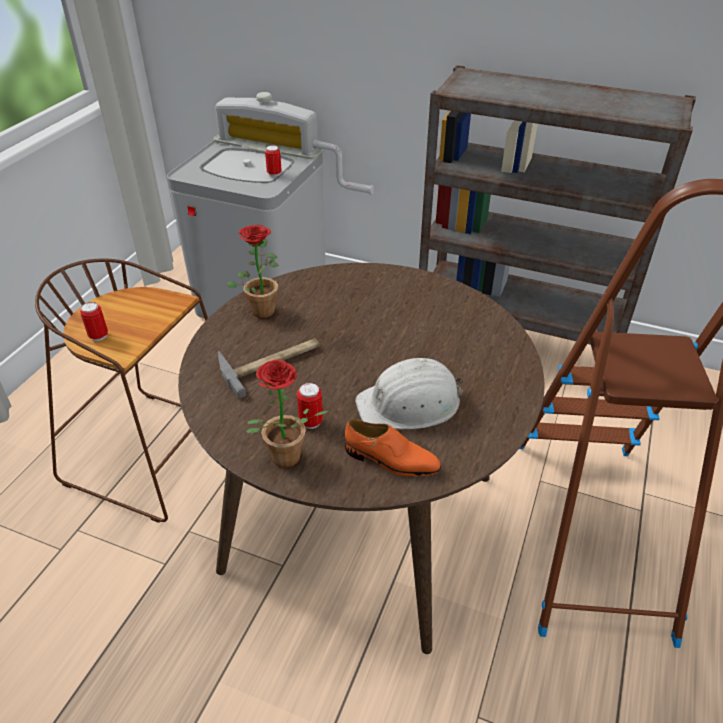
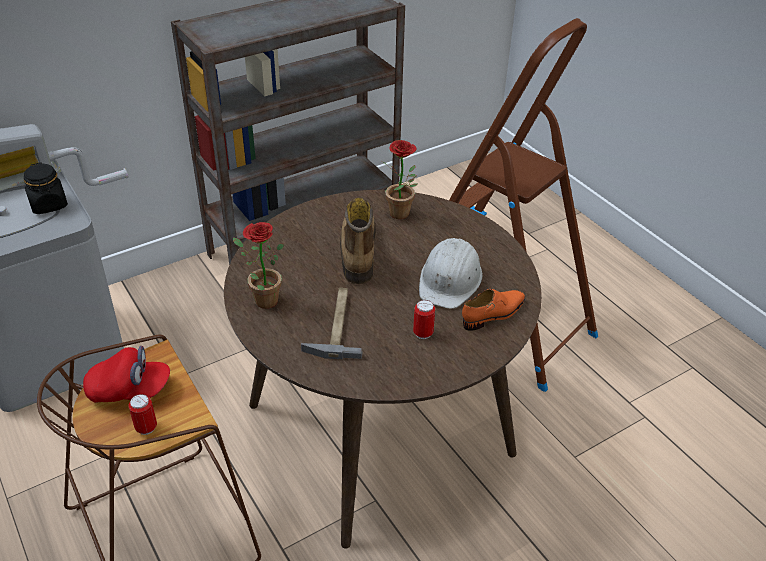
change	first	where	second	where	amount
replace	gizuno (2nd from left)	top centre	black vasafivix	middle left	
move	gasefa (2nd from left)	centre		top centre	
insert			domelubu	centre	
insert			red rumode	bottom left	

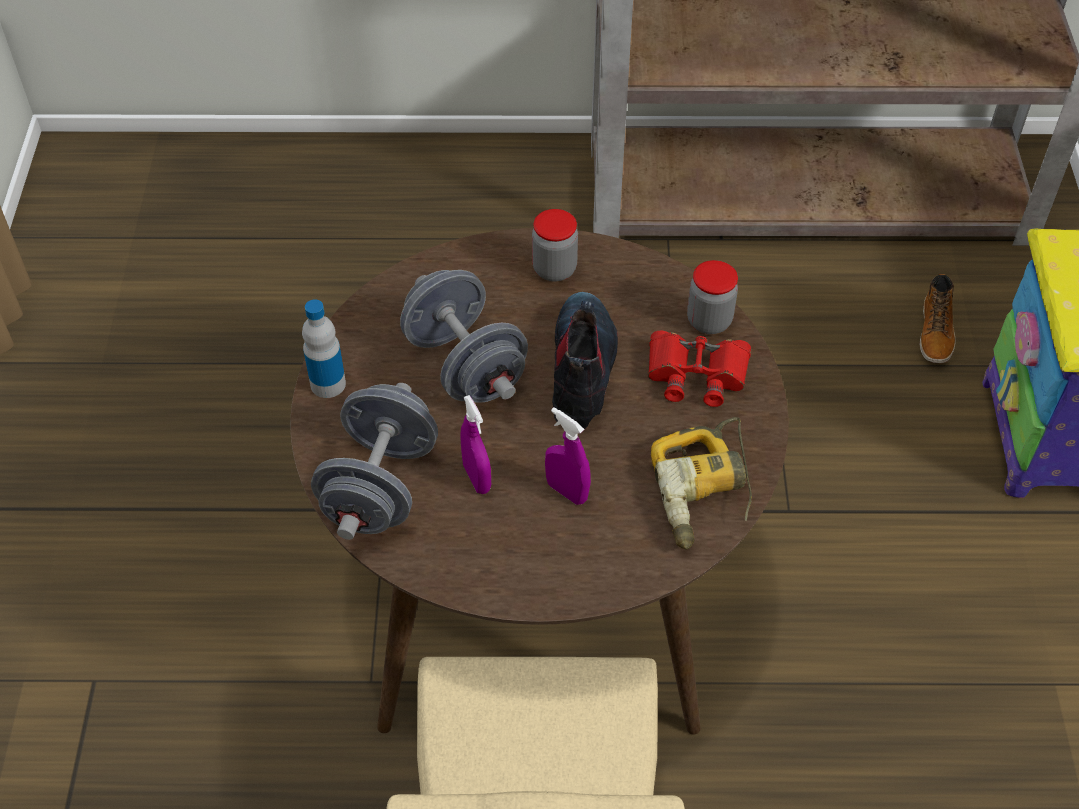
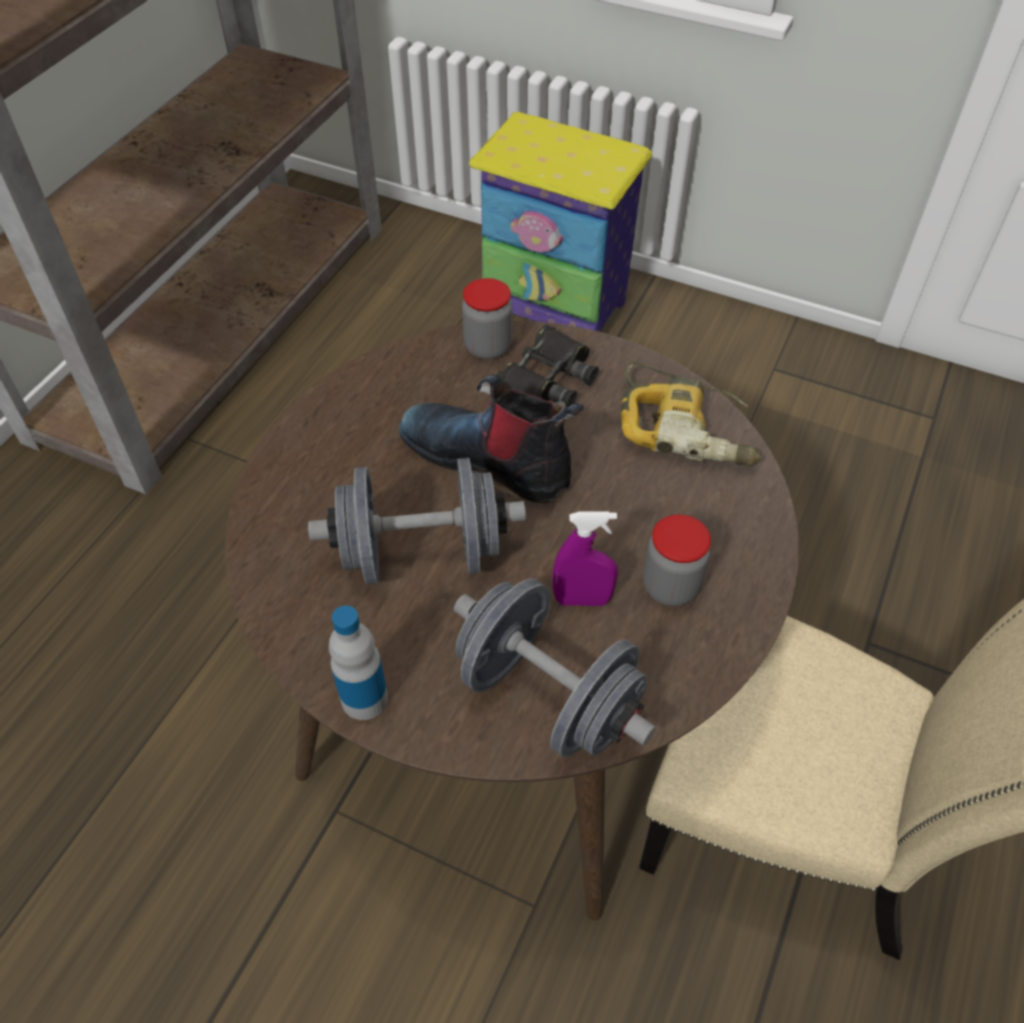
change	first	where	second	where	amount
move	vasafivix (1st from left in the first image)	top centre	vasafivix (2nd from left)	centre	
delete	domelubu (2nd from left)	middle right			
recolor	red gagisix	centre	black gagisix	centre	
delete	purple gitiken (2nd from left)	centre			

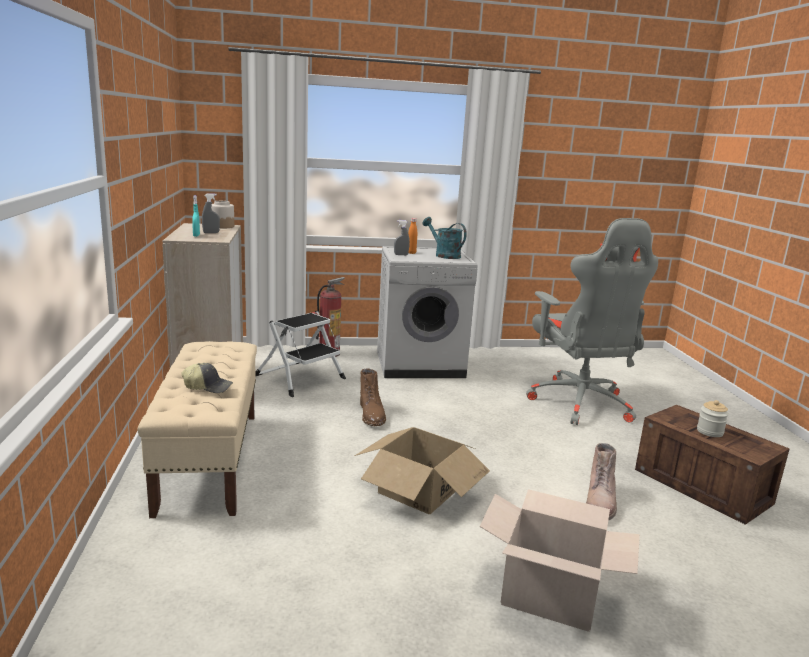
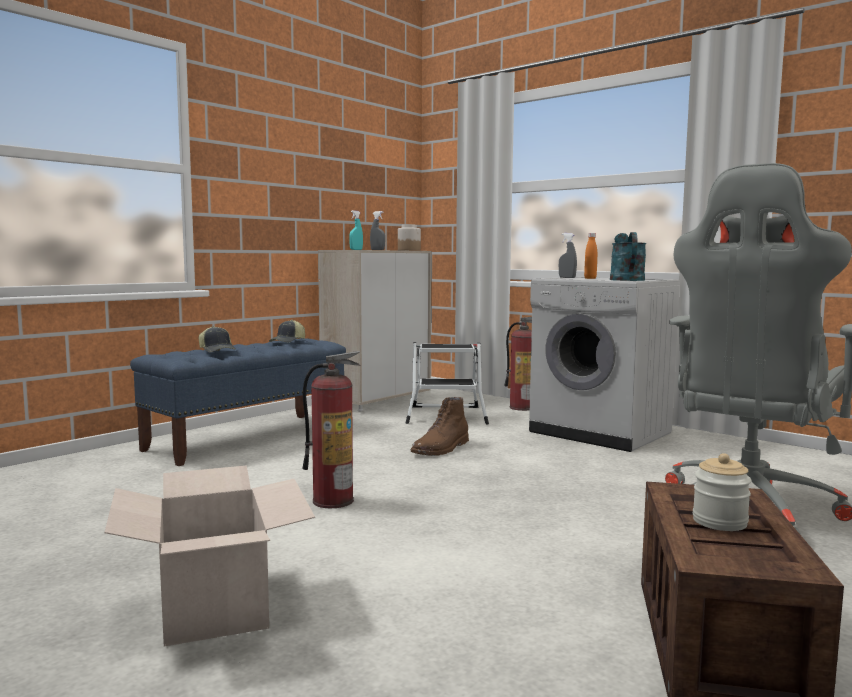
change	first	where	second	where	amount
recolor	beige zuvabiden	middle left	blue zuvabiden	middle left	
replace	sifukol (1st from left)	bottom centre	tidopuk (1st from left)	centre	
delete	brown domelubu (2nd from left)	bottom right			
insert			rumode (2nd from left)	centre	

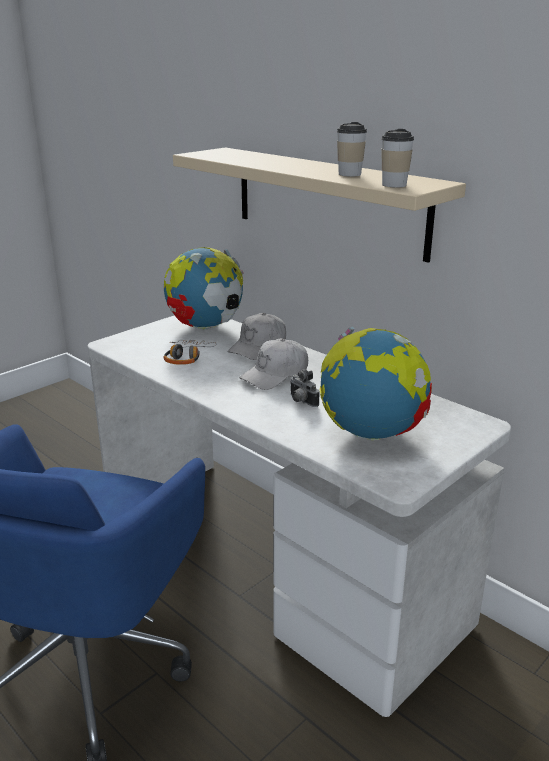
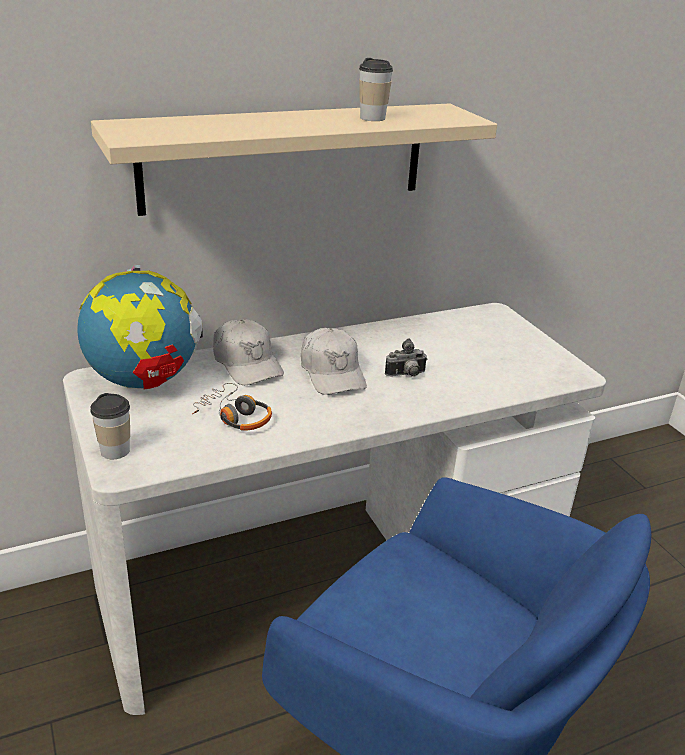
change	first	where	second	where	amount
move	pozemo (2nd from left in the first image)	top right	pozemo (1st from left)	middle left	
delete	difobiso (2nd from left)	middle right			

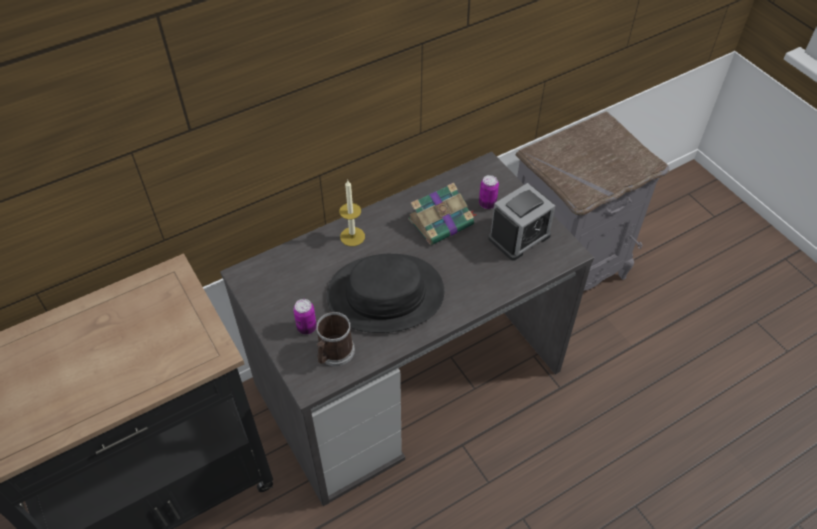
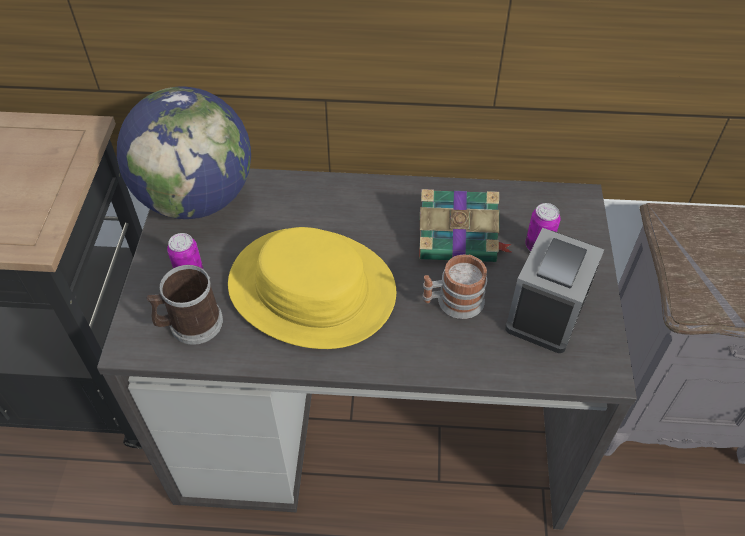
change	first	where	second	where	amount
delete	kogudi	centre			
rotate	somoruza	centre		middle right	120 degrees clockwise
recolor	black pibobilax	centre	yellow pibobilax	centre	
insert			difobiso	top left	
insert			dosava (2nd from left)	centre	

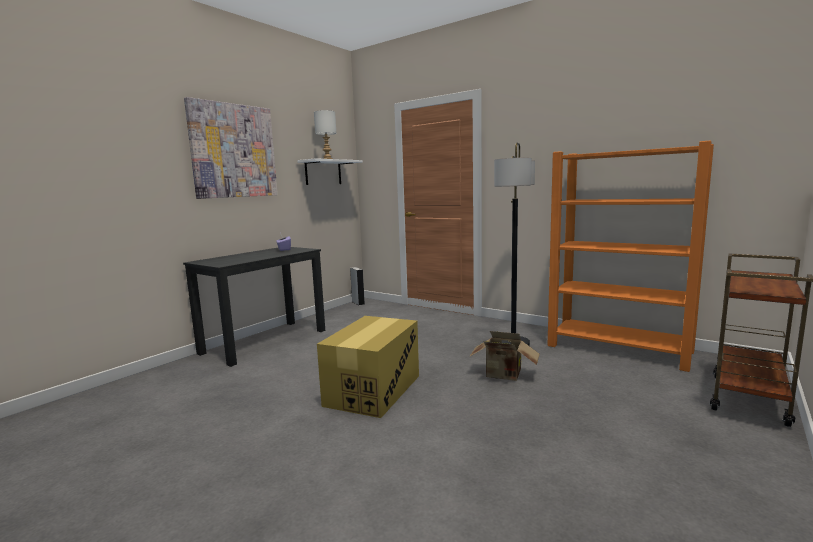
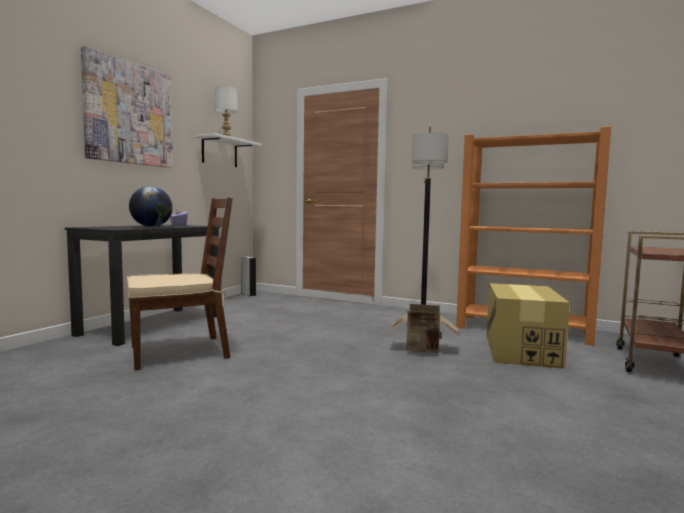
change	first	where	second	where	amount
move	sifukol (1st from left in the first image)	bottom centre	sifukol (2nd from left)	middle right	
insert			difobiso	middle left	
insert			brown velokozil	middle left	

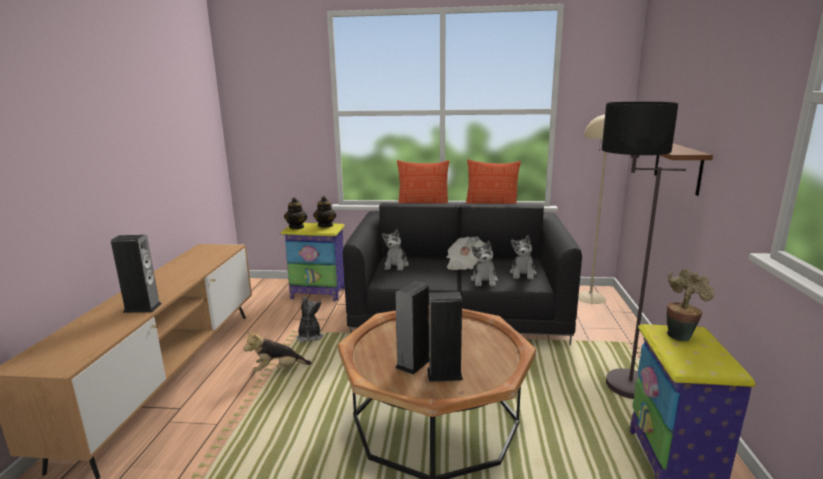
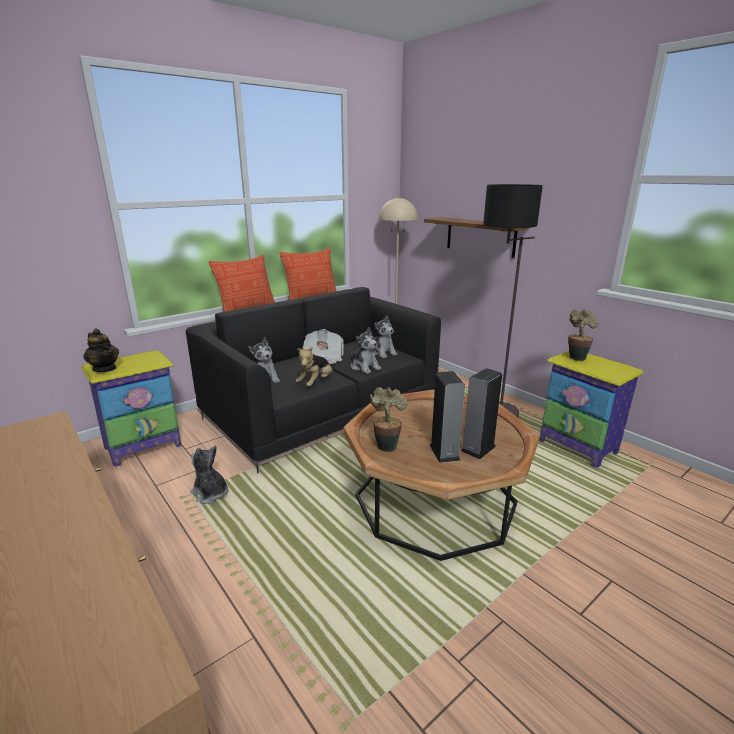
change	first	where	second	where	amount
delete	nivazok (2nd from left)	centre			
delete	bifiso (1st from left)	middle left			
move	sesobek (1st from left in the first image)	bottom centre	sesobek (3rd from left)	centre	
insert			gasefa (1st from left)	centre	

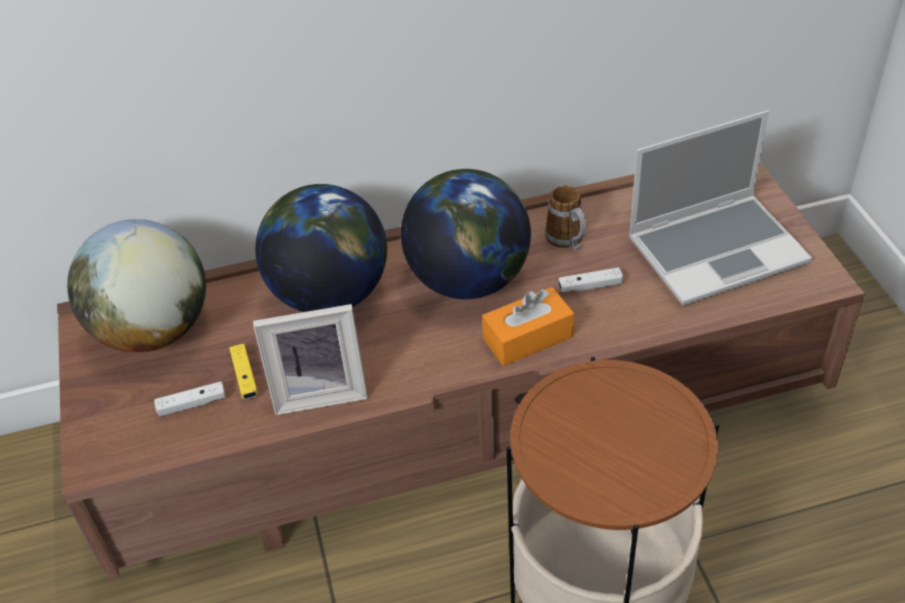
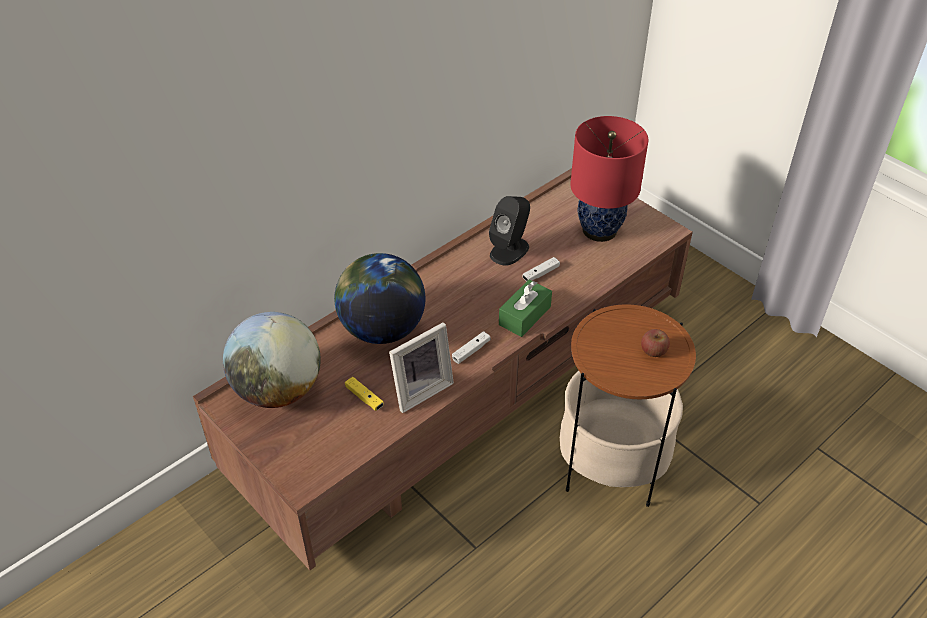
change	first	where	second	where	amount
replace	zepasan	middle right	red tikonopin	top centre	
delete	difobiso (3rd from left)	centre			
replace	dosava	centre	black bifiso	centre	
recolor	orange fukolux	centre	green fukolux	centre	
move	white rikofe (1st from left)	middle left		centre	
insert			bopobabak	middle right	

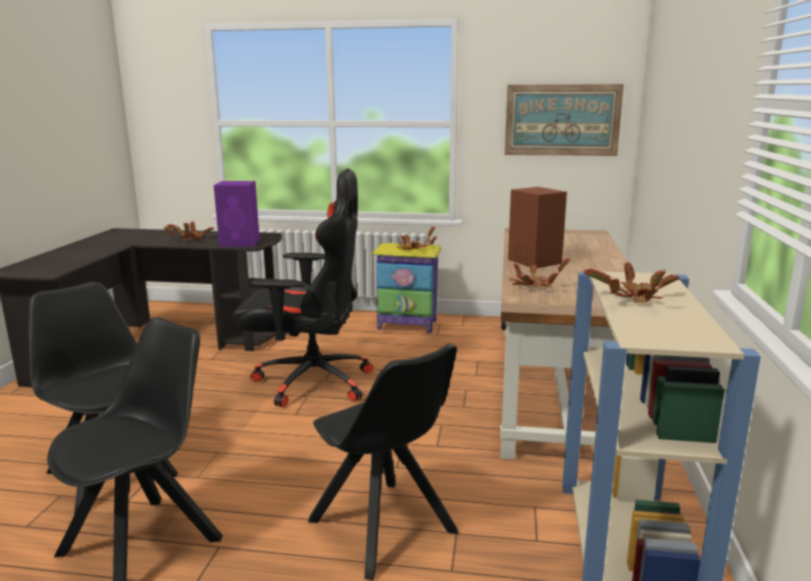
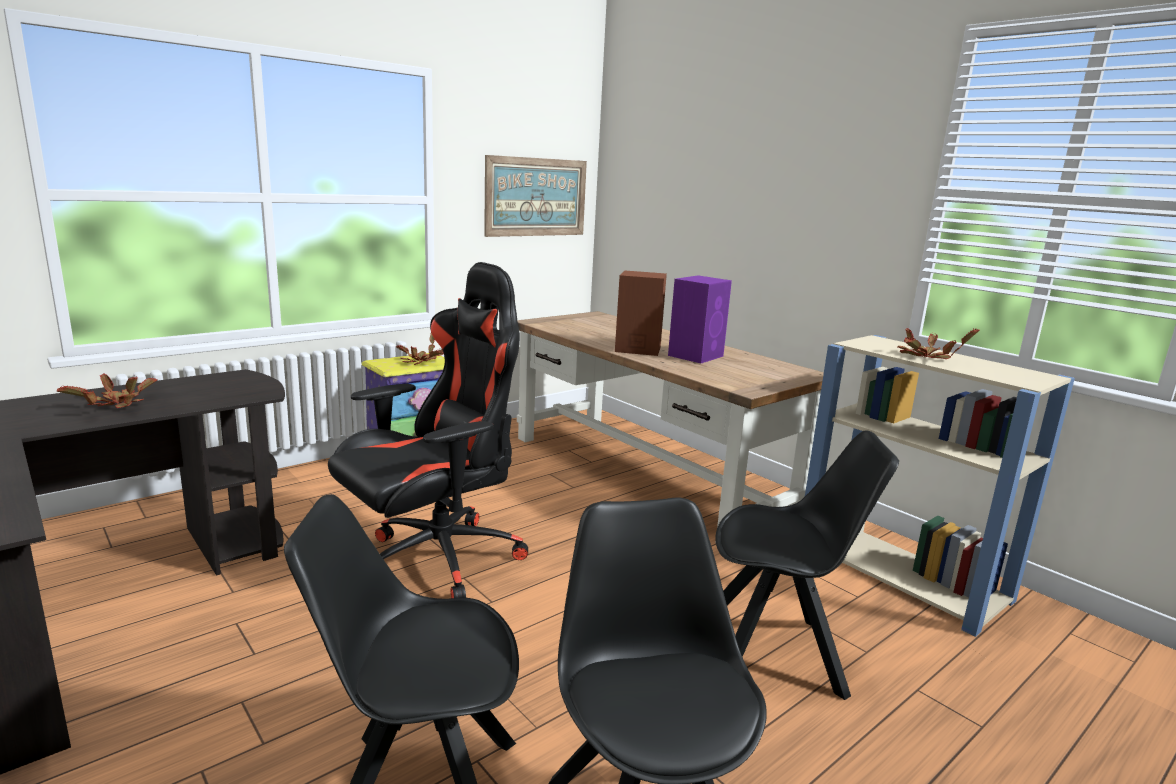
change	first	where	second	where	amount
move	purple bifiso	middle left		centre	
delete	gasefa (3rd from left)	centre			

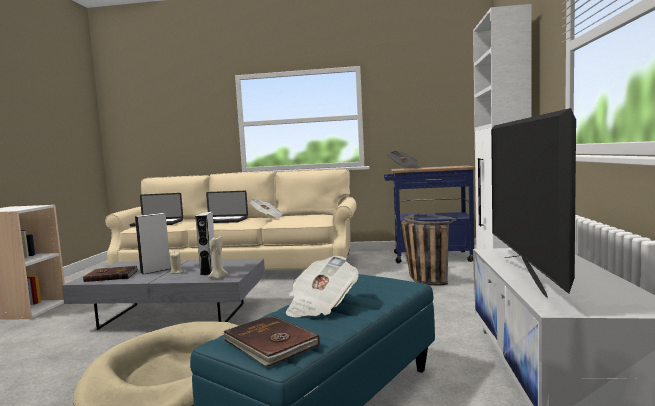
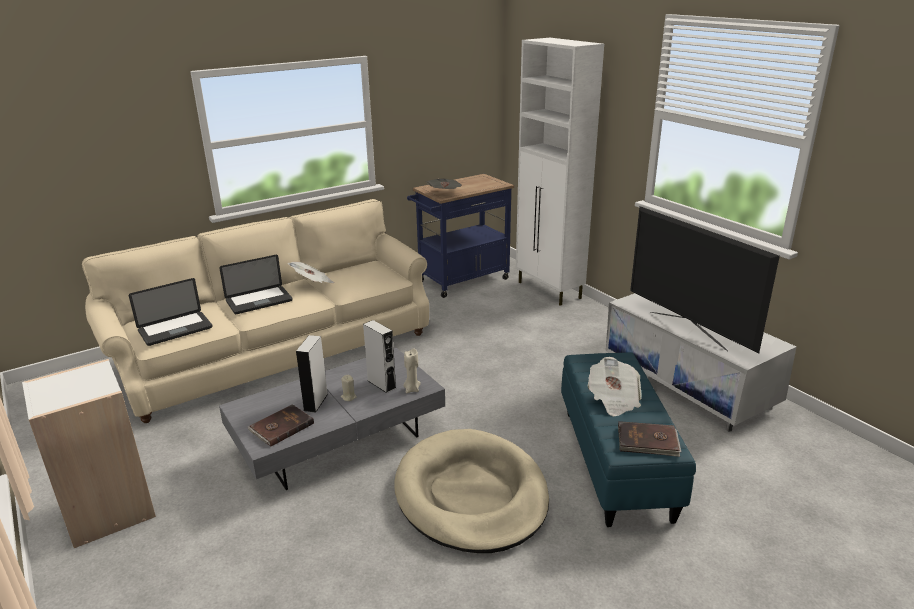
change	first	where	second	where	amount
delete	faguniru	centre			

